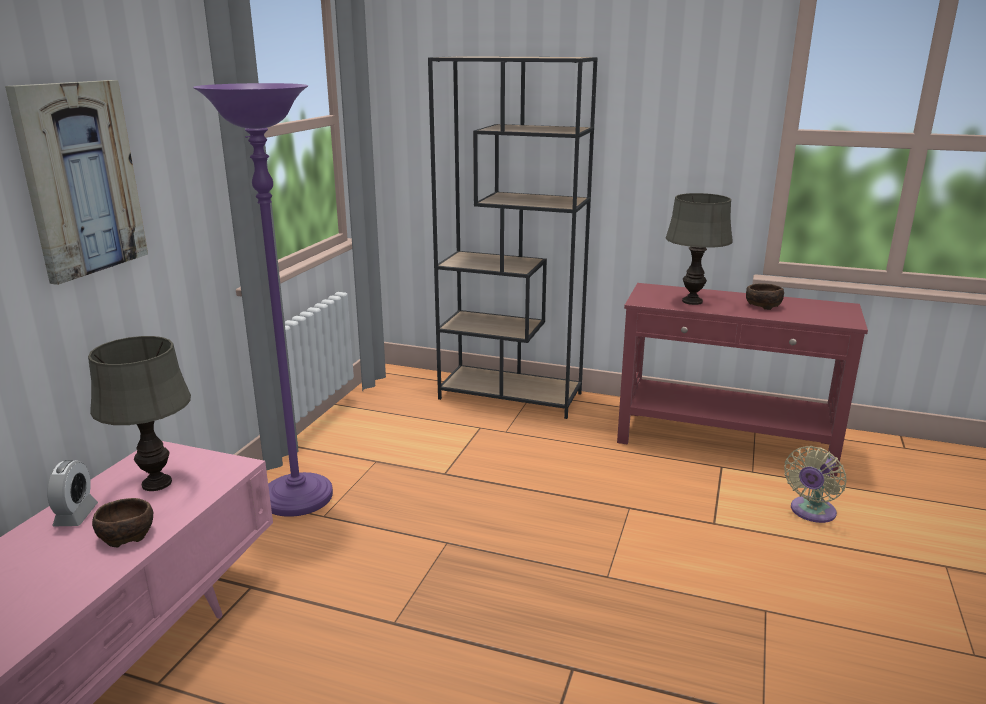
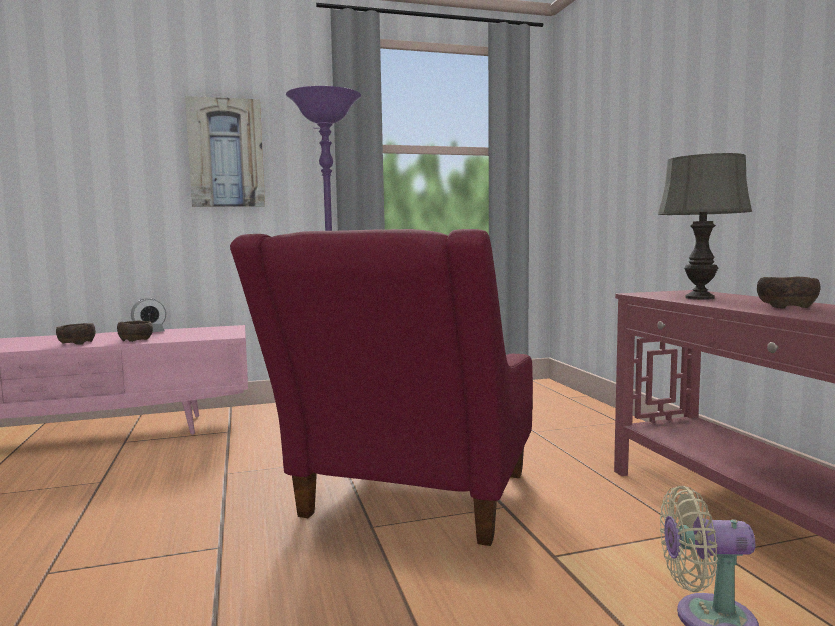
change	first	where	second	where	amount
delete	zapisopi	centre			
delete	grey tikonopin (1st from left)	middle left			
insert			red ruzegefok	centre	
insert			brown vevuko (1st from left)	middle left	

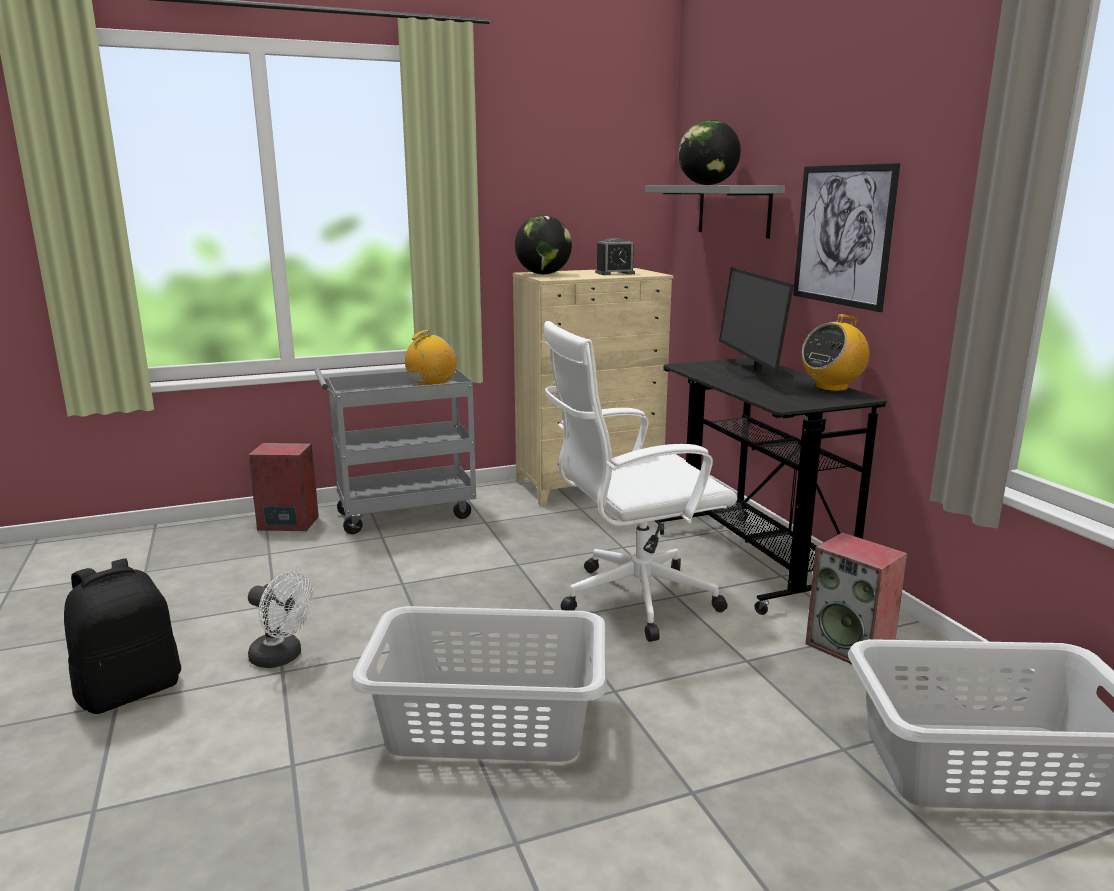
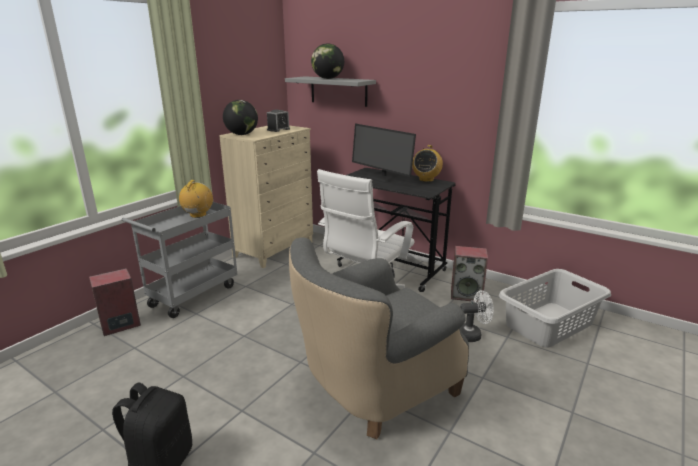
change	first	where	second	where	amount
delete	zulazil	top right			
move	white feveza	bottom left		bottom right	
replace	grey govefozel (1st from left)	bottom centre	grey ruzegefok	bottom centre	

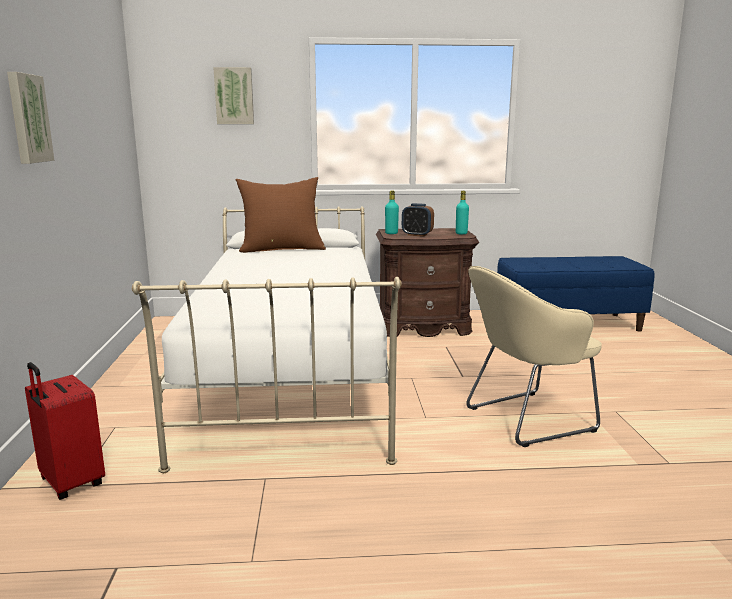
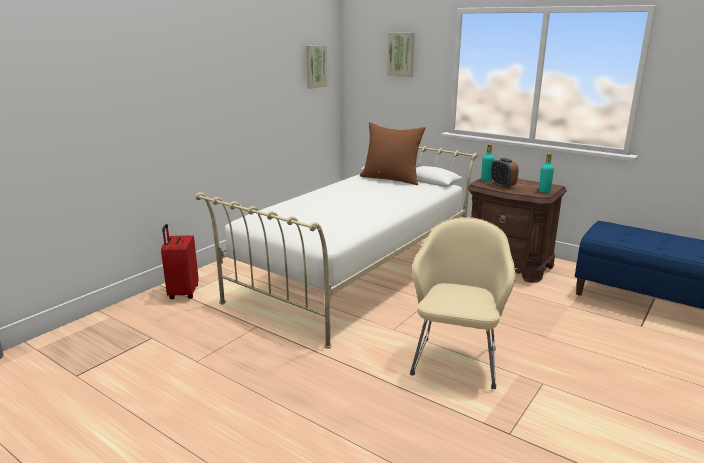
change	first	where	second	where	amount
move	zulazil (1st from left)	top left		top centre	
rotate	beige ruzegefok	middle right		centre	90 degrees clockwise

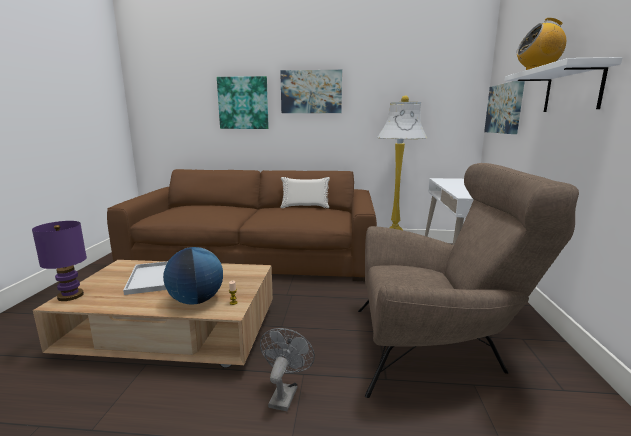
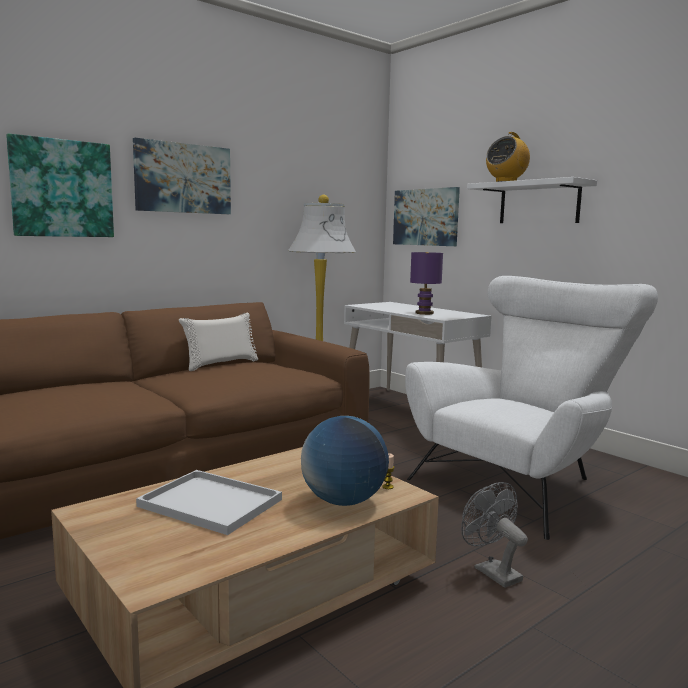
change	first	where	second	where	amount
recolor	brown ruzegefok	middle right	white ruzegefok	middle right	
move	purple tikonopin	middle left		centre	

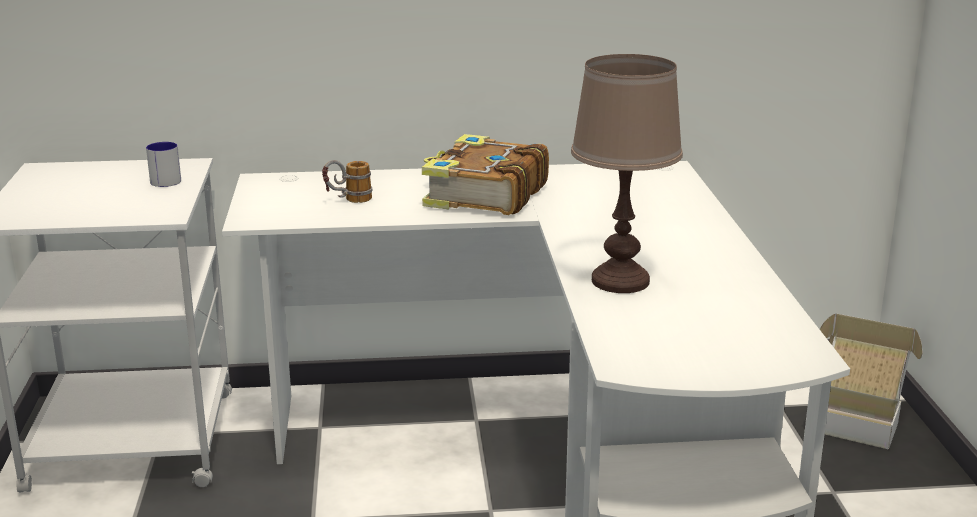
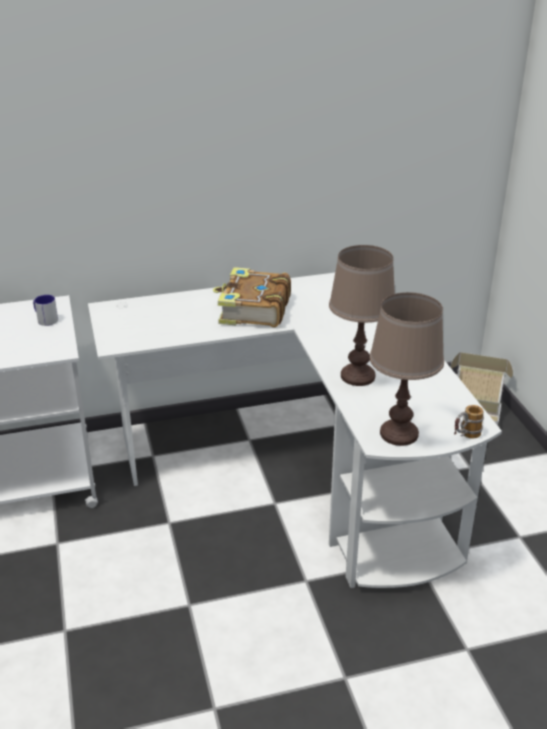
change	first	where	second	where	amount
move	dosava (2nd from left)	centre		middle right	
insert			brown tikonopin (2nd from left)	middle right	

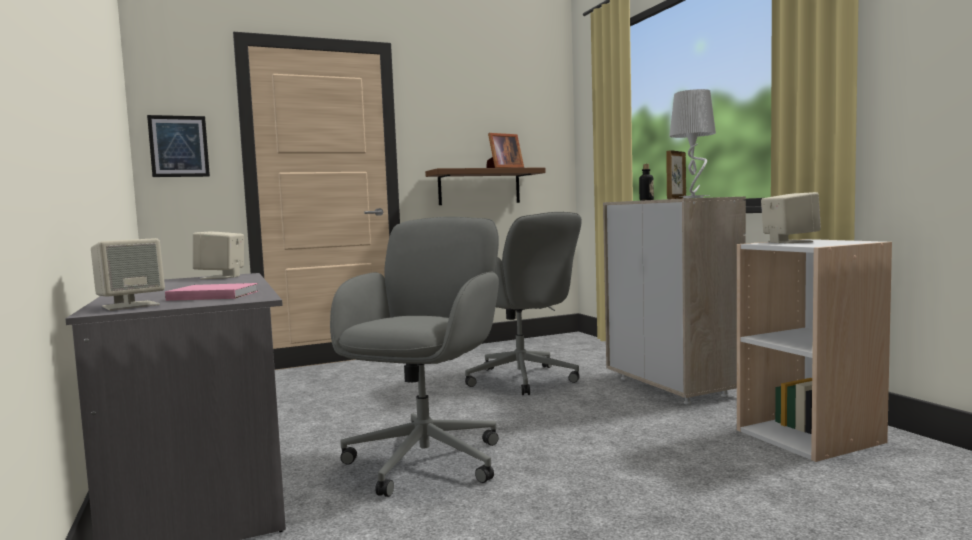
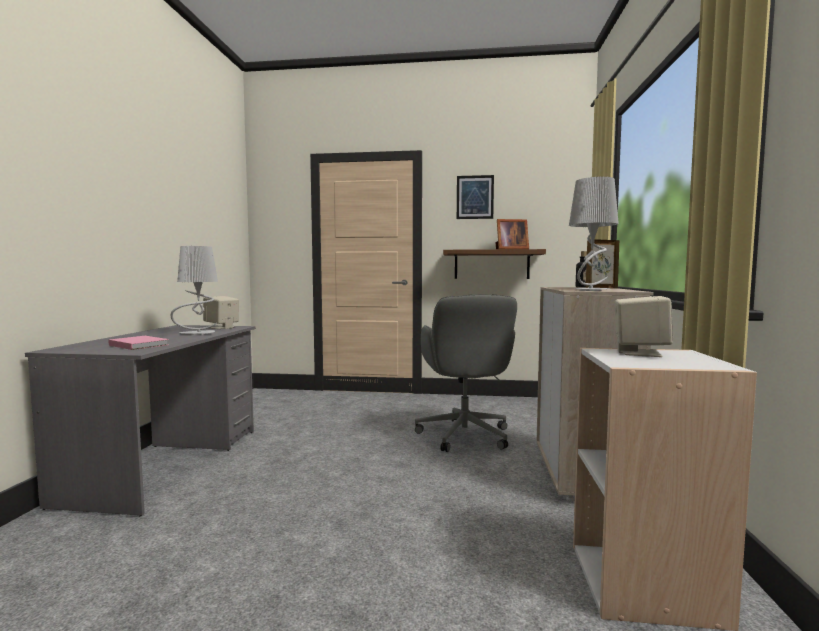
change	first	where	second	where	amount
move	zulazil	top left		top centre	
delete	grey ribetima (1st from left)	centre			
delete	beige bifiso (1st from left)	middle left			
insert			grey tikonopin (1st from left)	middle left	

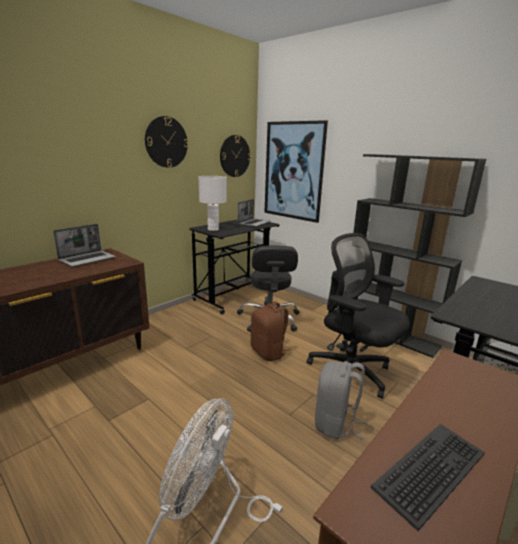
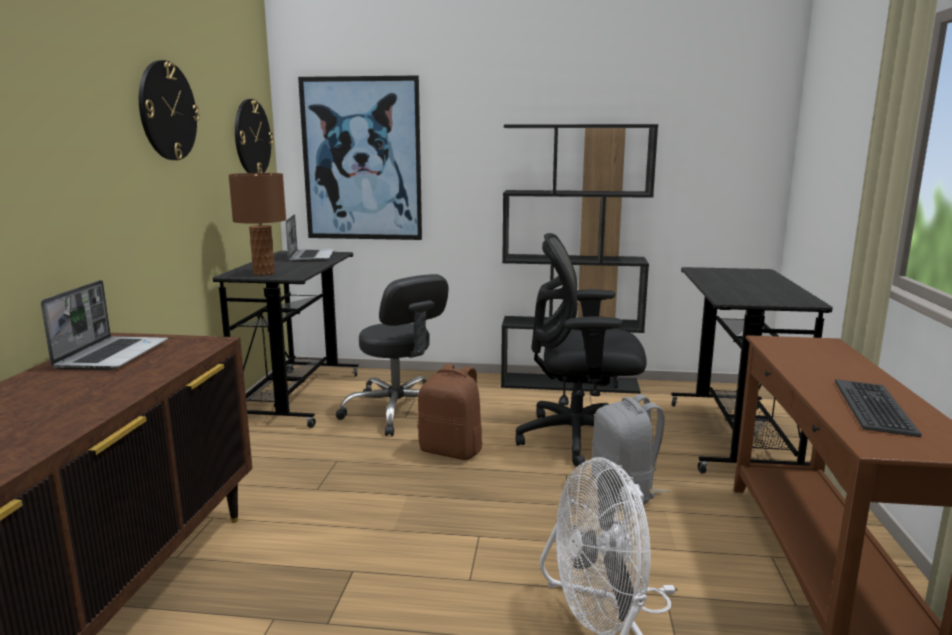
change	first	where	second	where	amount
recolor	white tikonopin	centre	brown tikonopin	middle left	

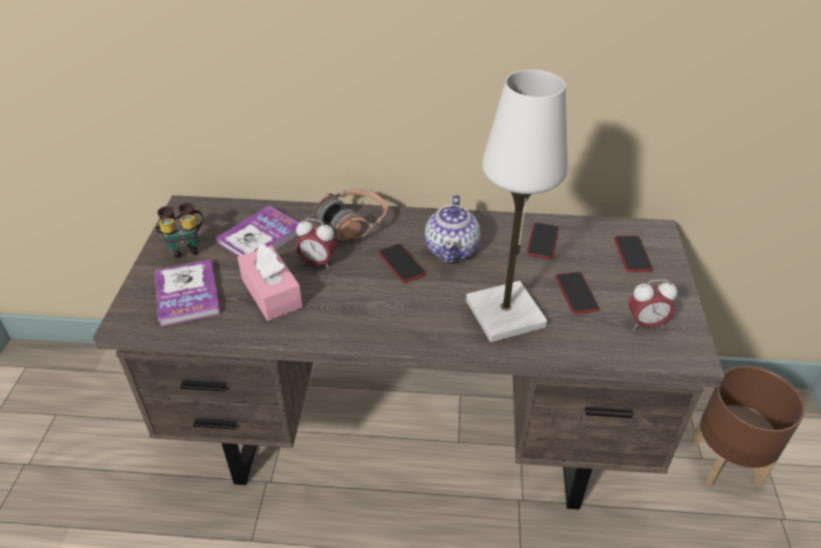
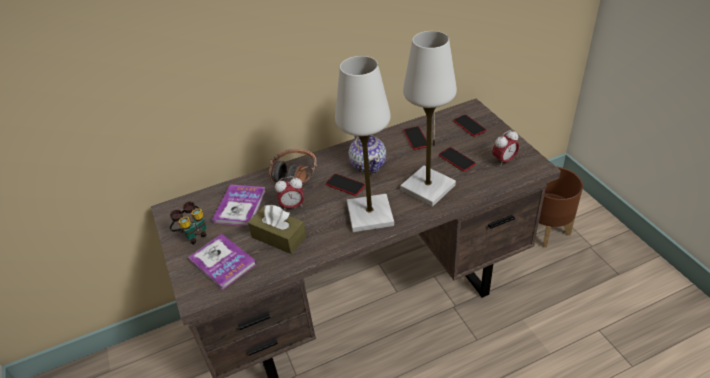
change	first	where	second	where	amount
recolor	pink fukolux	middle left	brown fukolux	centre	
insert			white tikonopin (1st from left)	centre	

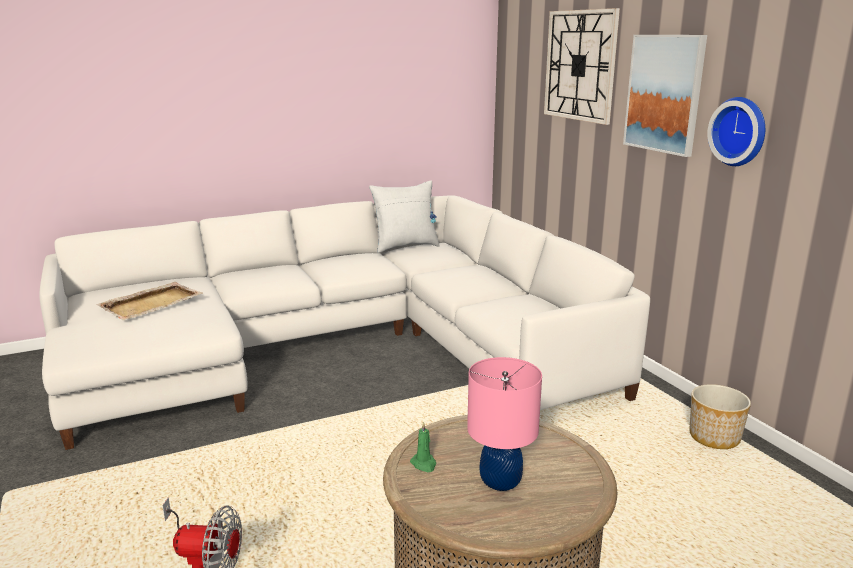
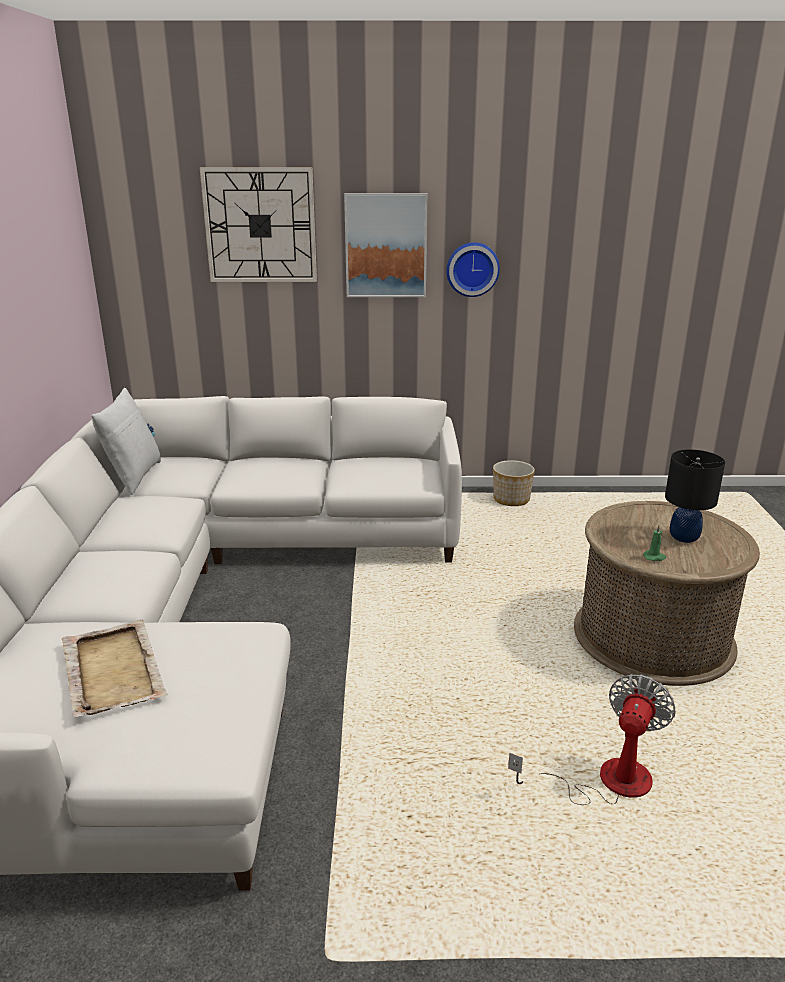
change	first	where	second	where	amount
recolor	pink tikonopin	bottom centre	black tikonopin	middle right	

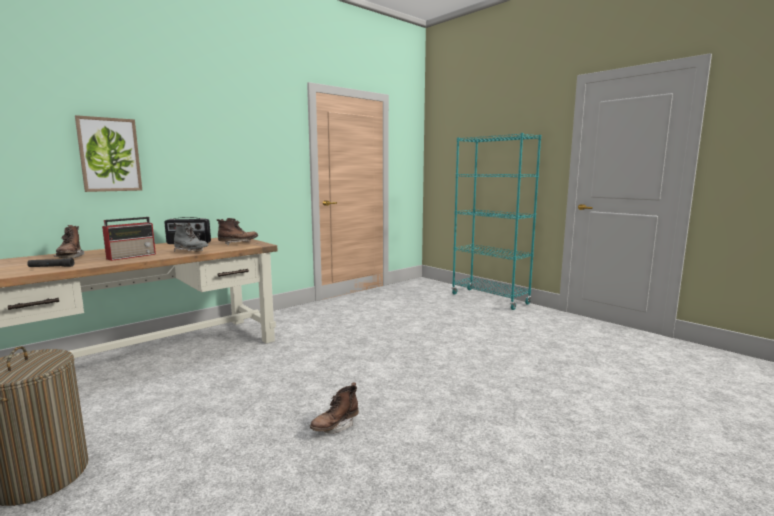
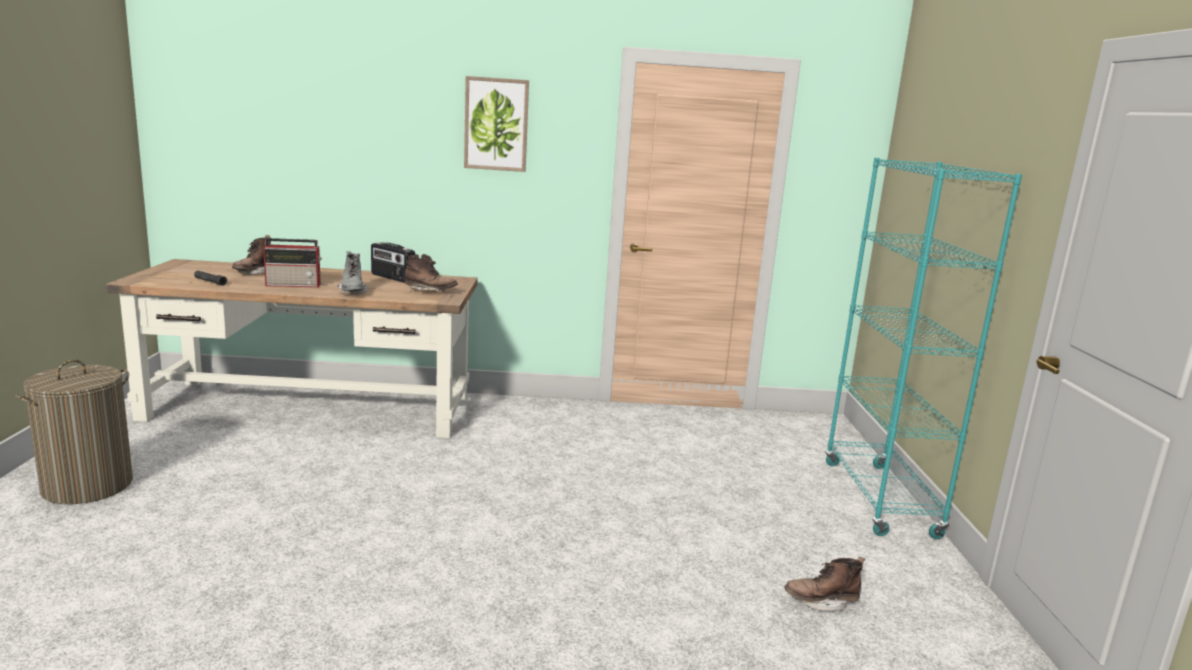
change	first	where	second	where	amount
move	zulazil	top left		top centre	
move	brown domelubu (3rd from left)	bottom centre		bottom right	

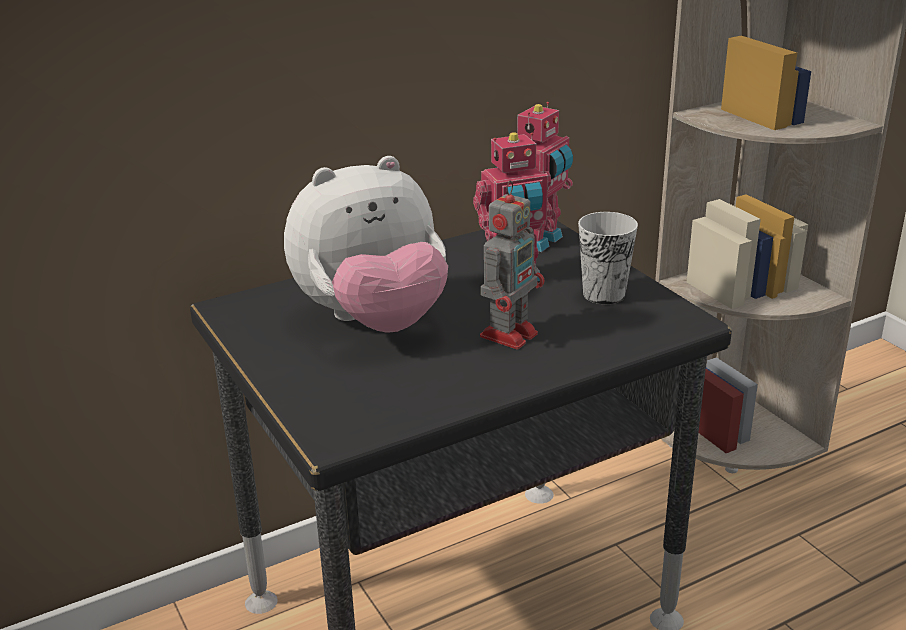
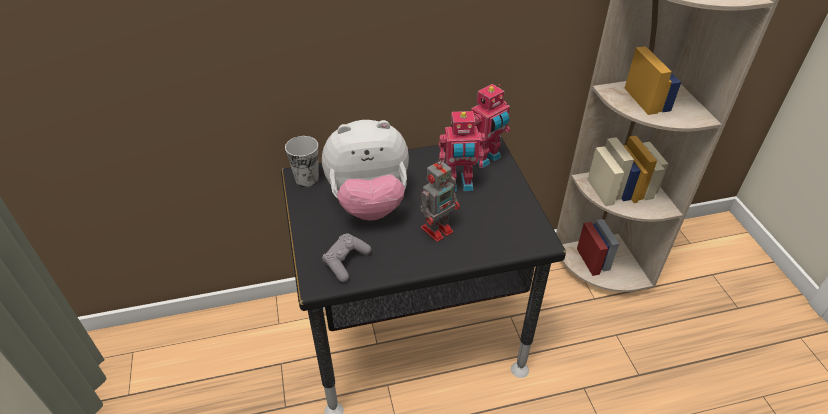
change	first	where	second	where	amount
move	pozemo	middle right		centre	
insert			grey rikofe	centre	

